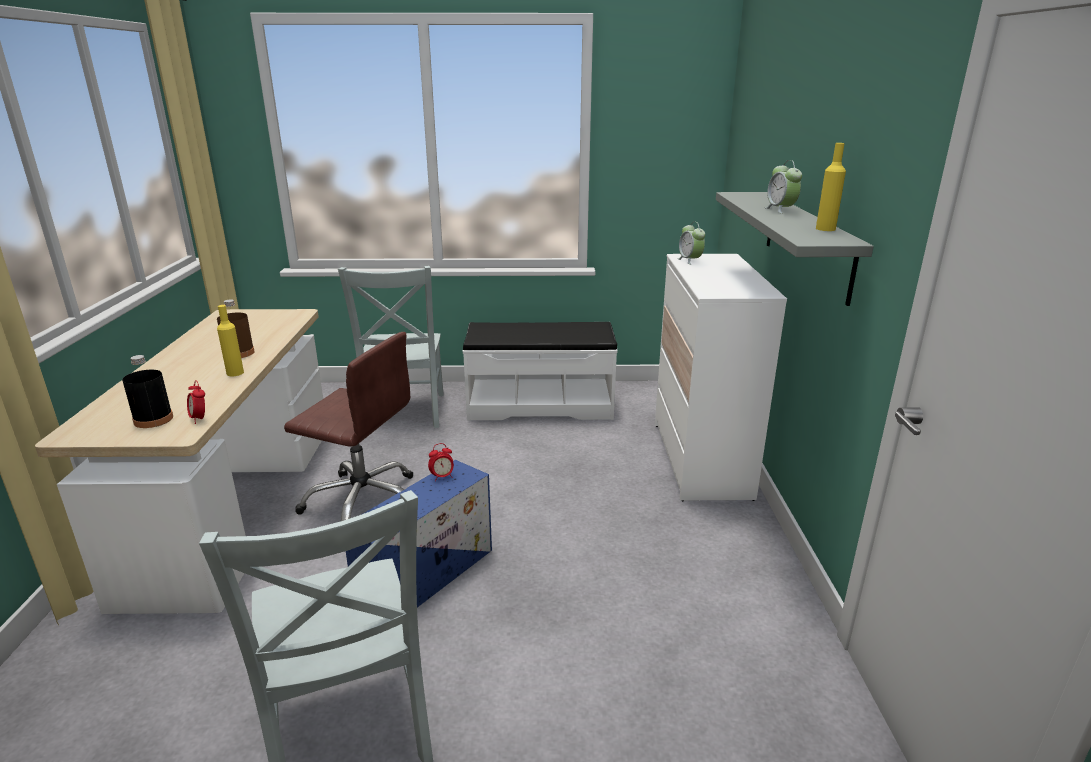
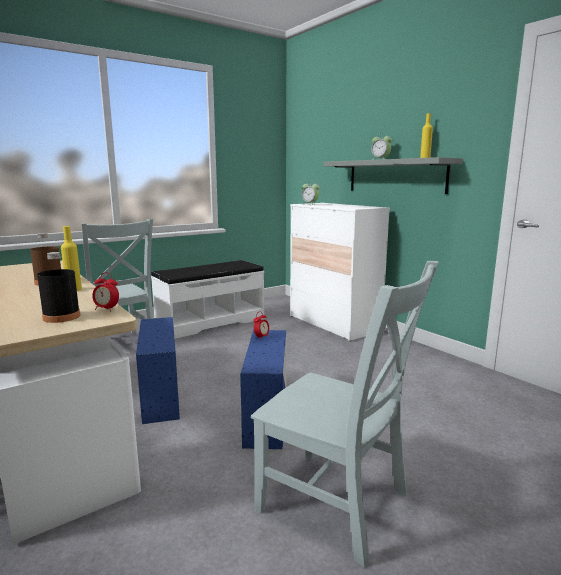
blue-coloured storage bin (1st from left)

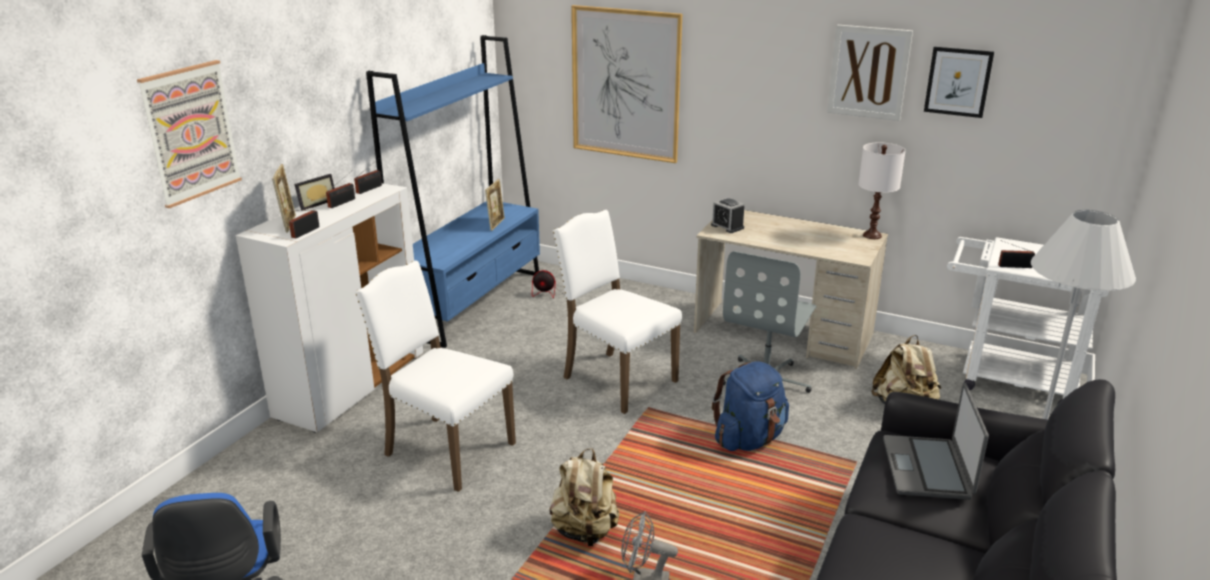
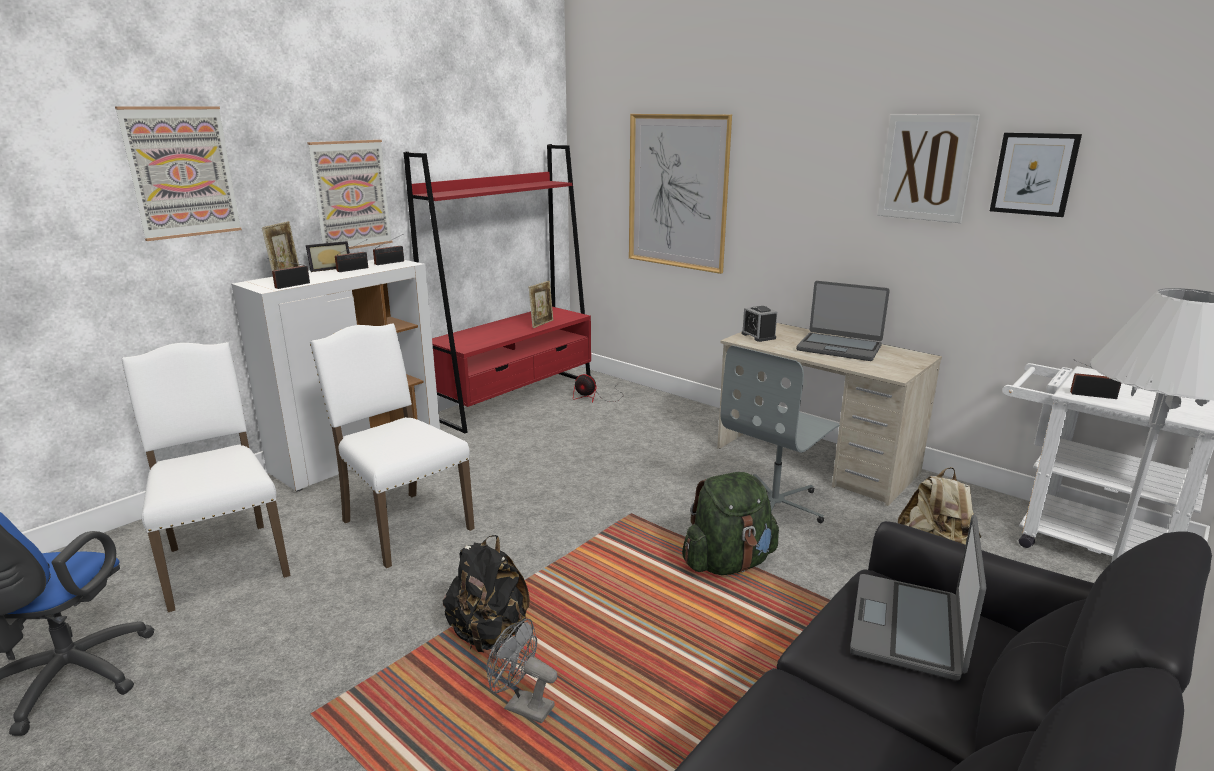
white-coloured lamp for a table
wall art (2nd from left)
laptop (1st from left)
white-coloured plain chair (1st from left)
red bookcase
black backpack
green-coloured backpack

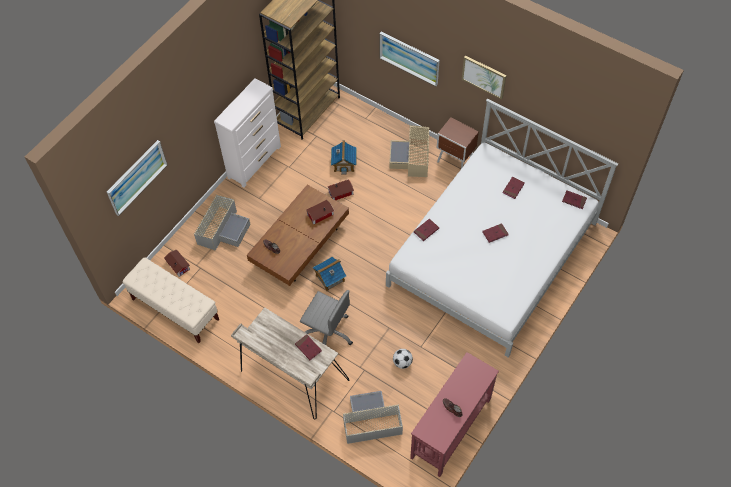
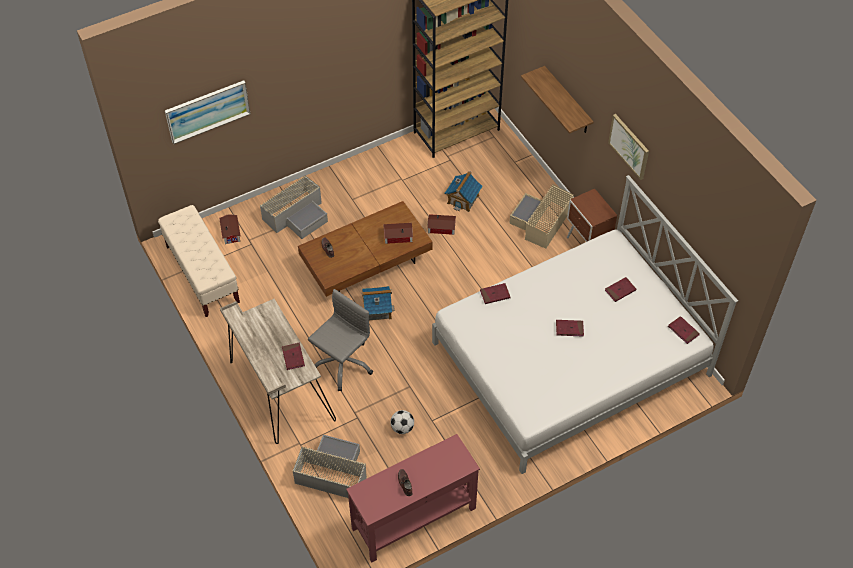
white-coloured chest of drawers
shelf
greyish computer chair

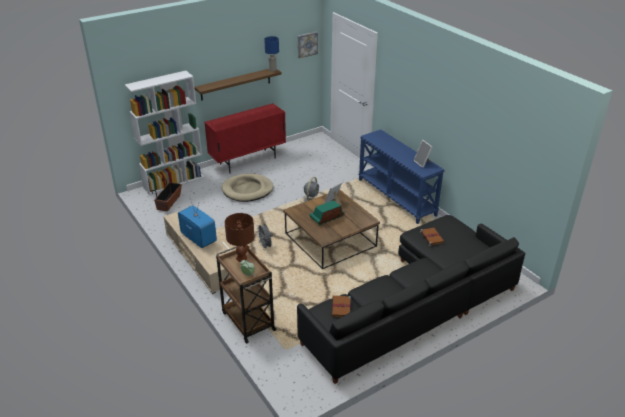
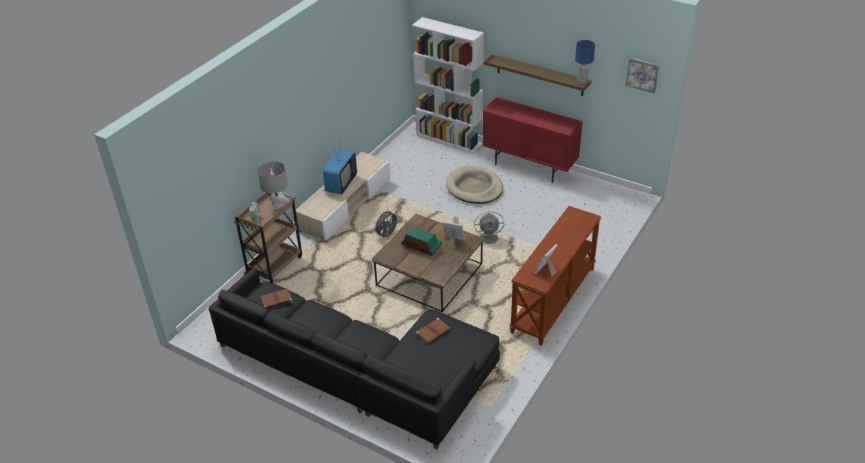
planter
greyish lamp for a table
brown console table

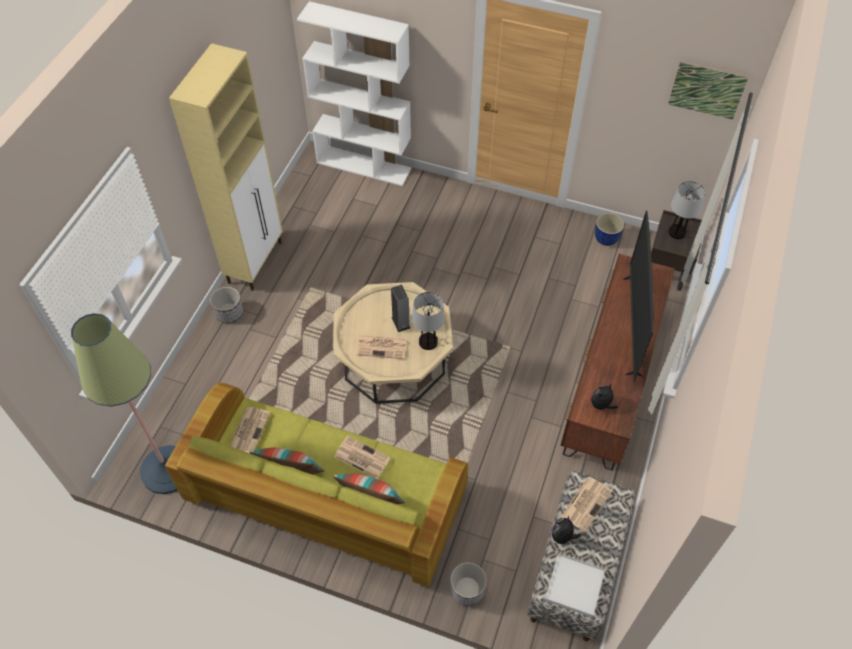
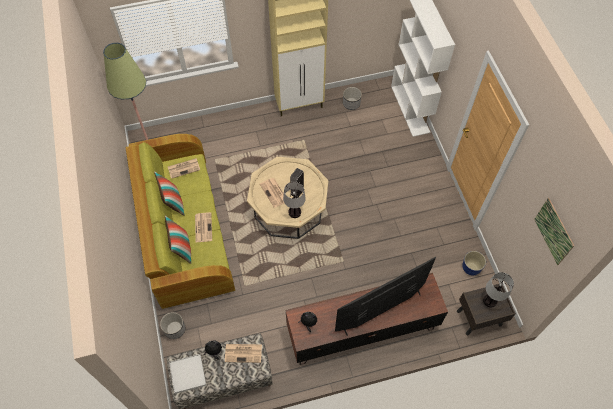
planter (2nd from left)

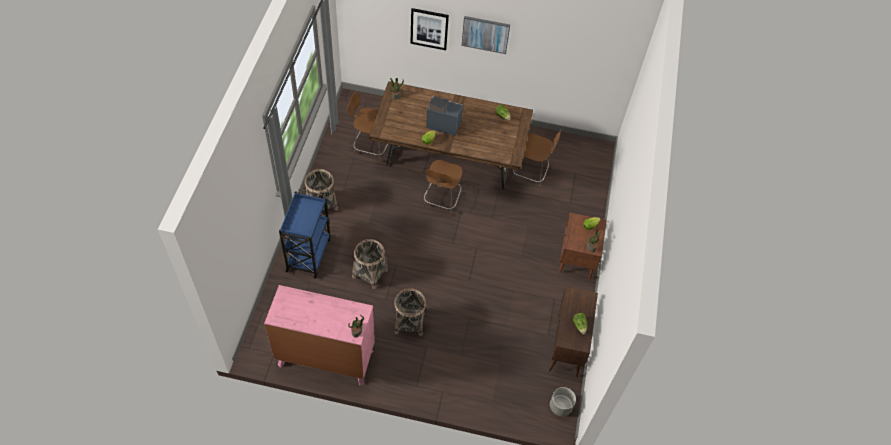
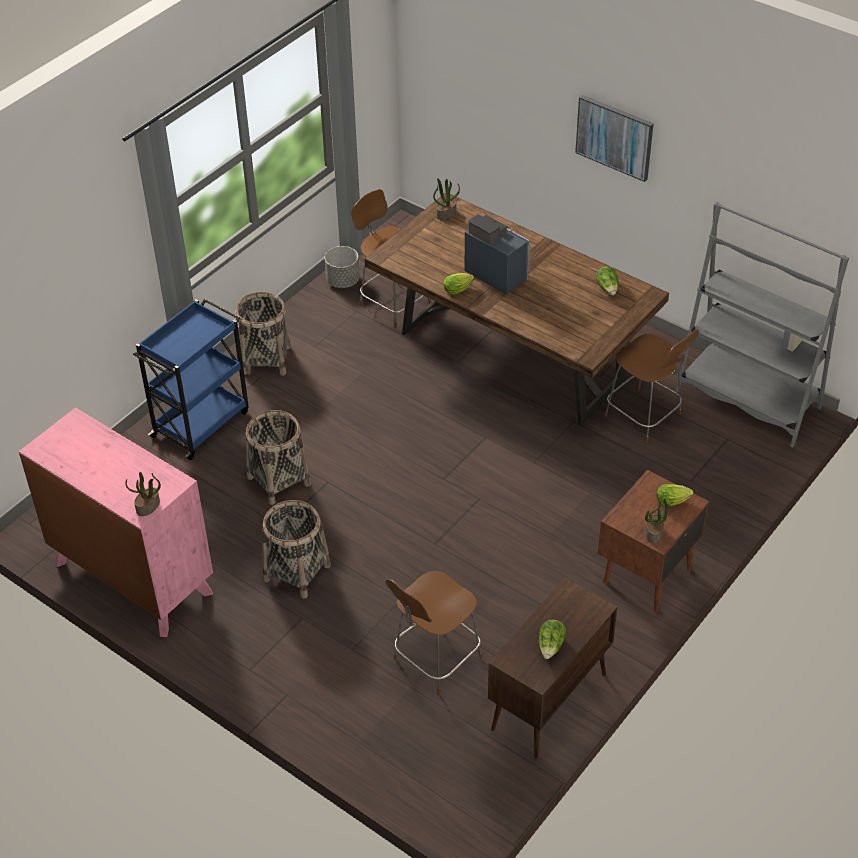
wall art (1st from left in the first image)
greyish bookcase
brown plain chair (2nd from left)
greyish planter

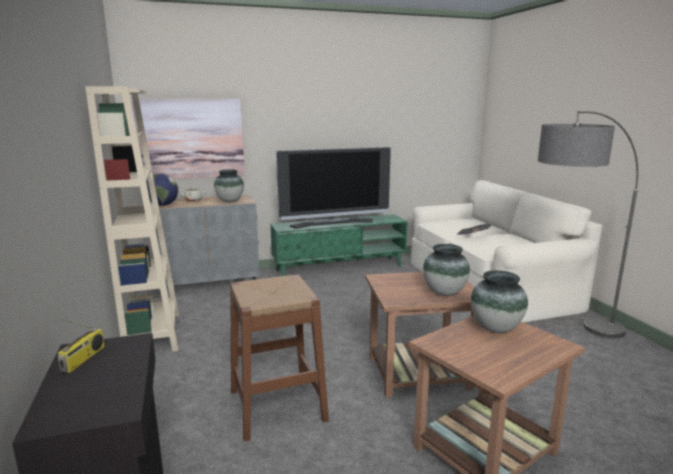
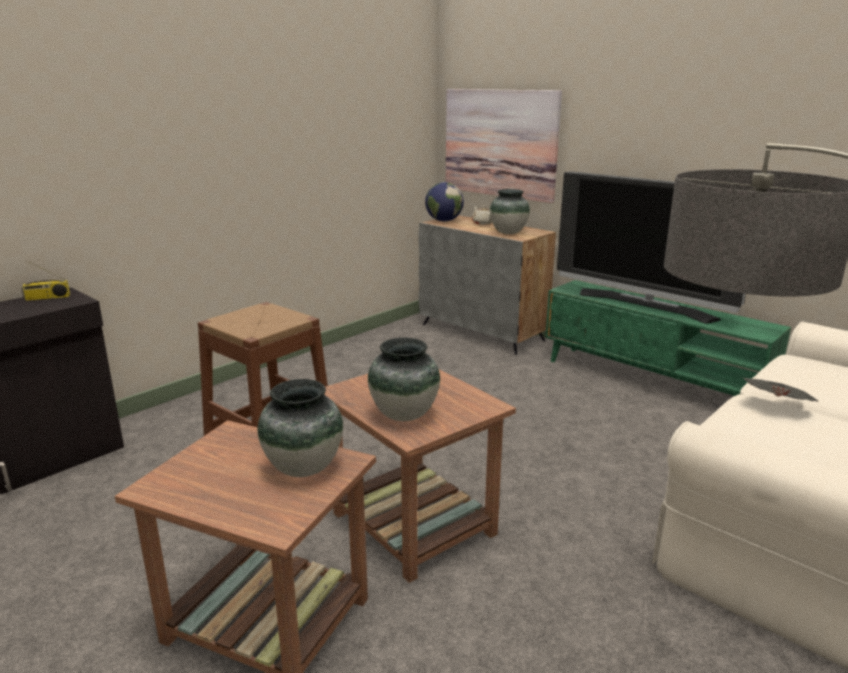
beige bookcase

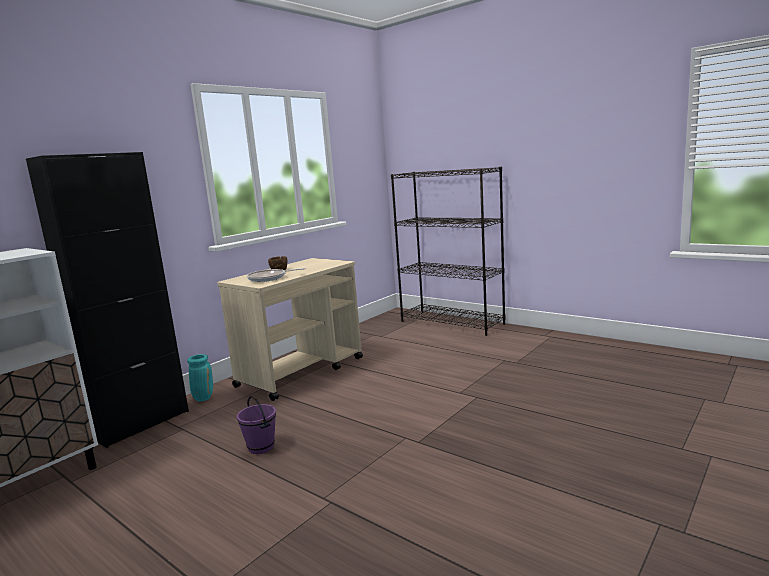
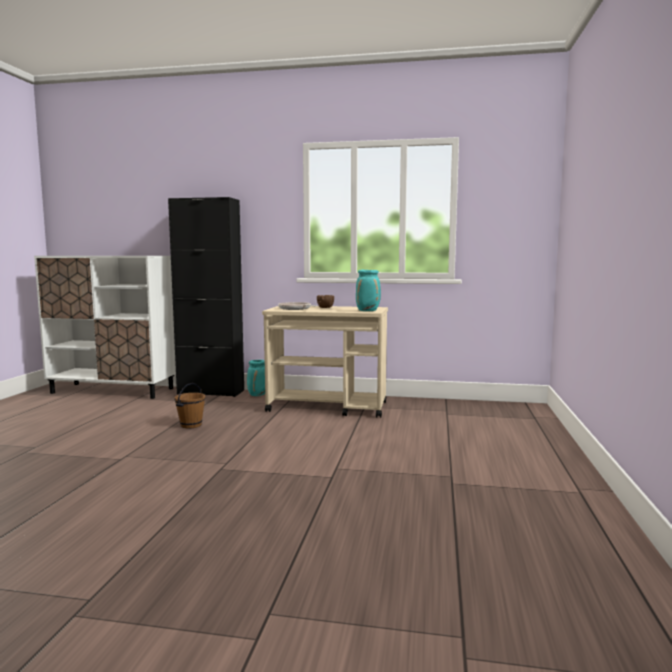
black bookcase
turquoise decorative vase (2nd from left)
brown bucket

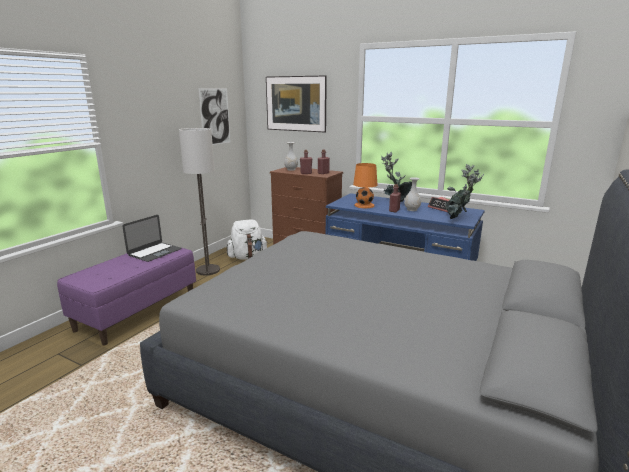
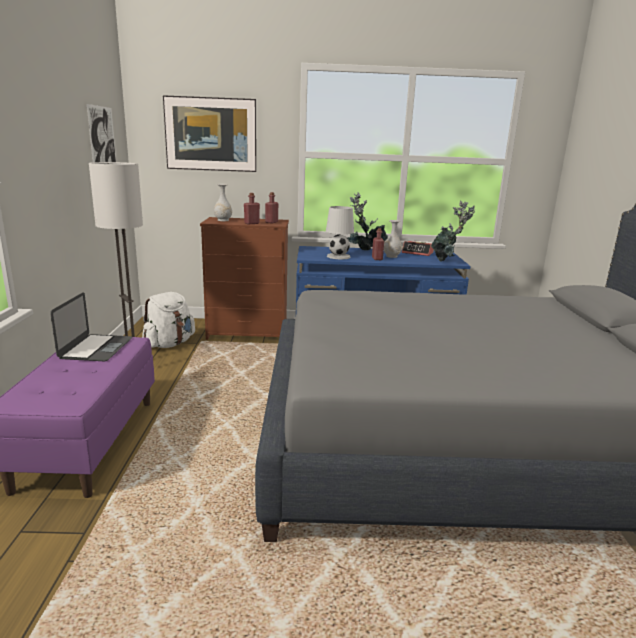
white-coloured lamp for a table

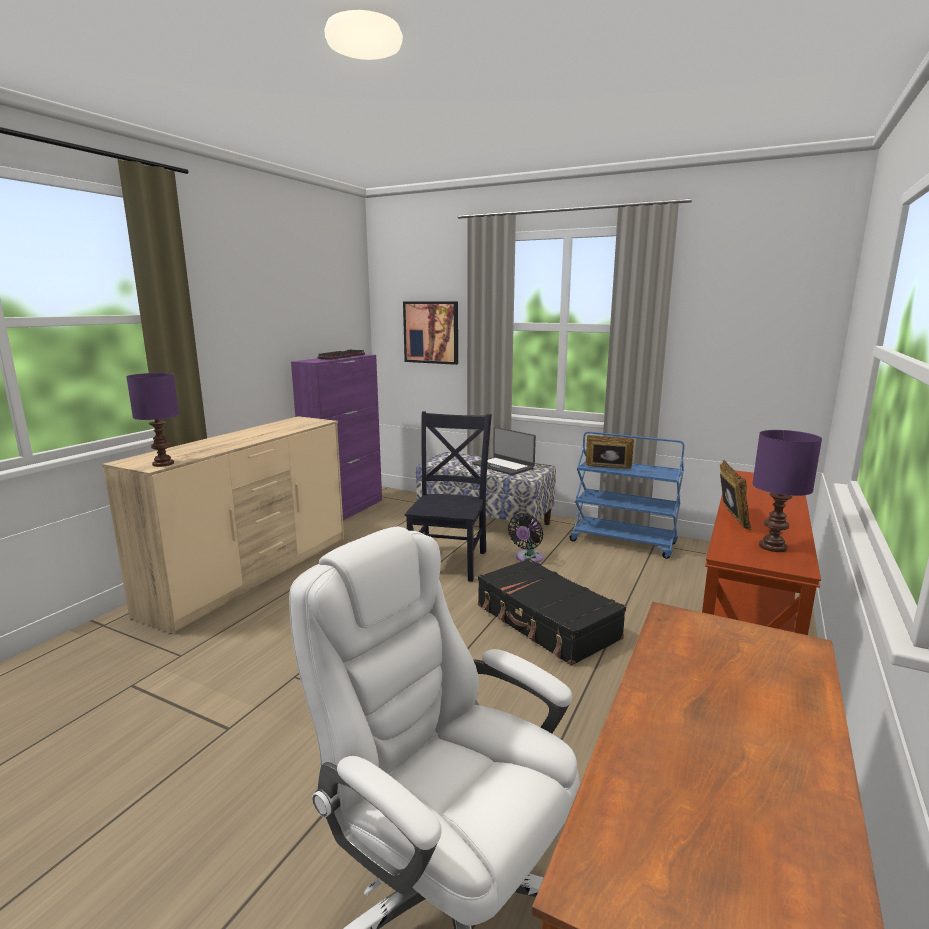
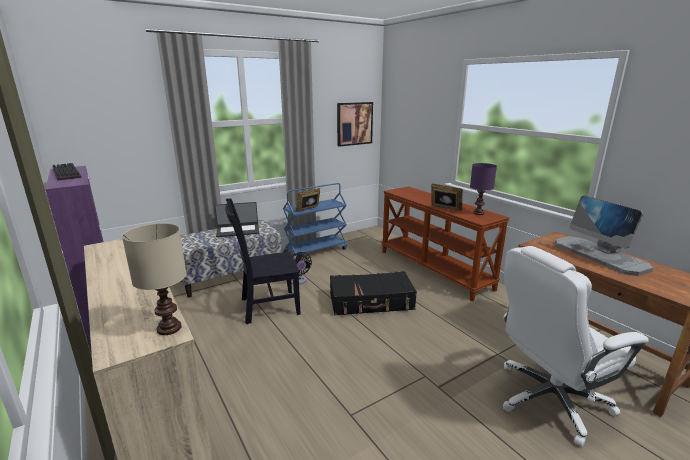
computer display
wall art
beige lamp for a table
black plain chair

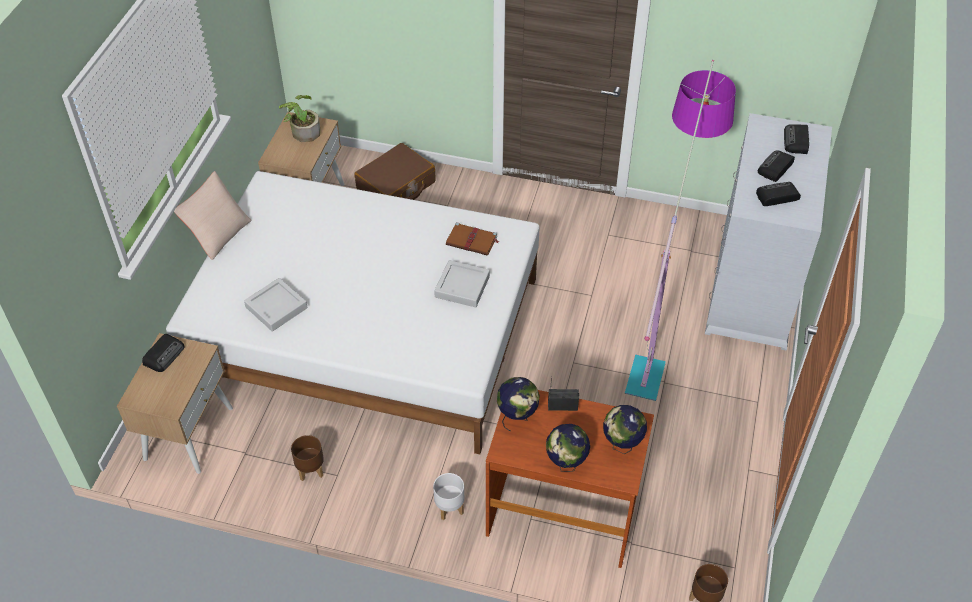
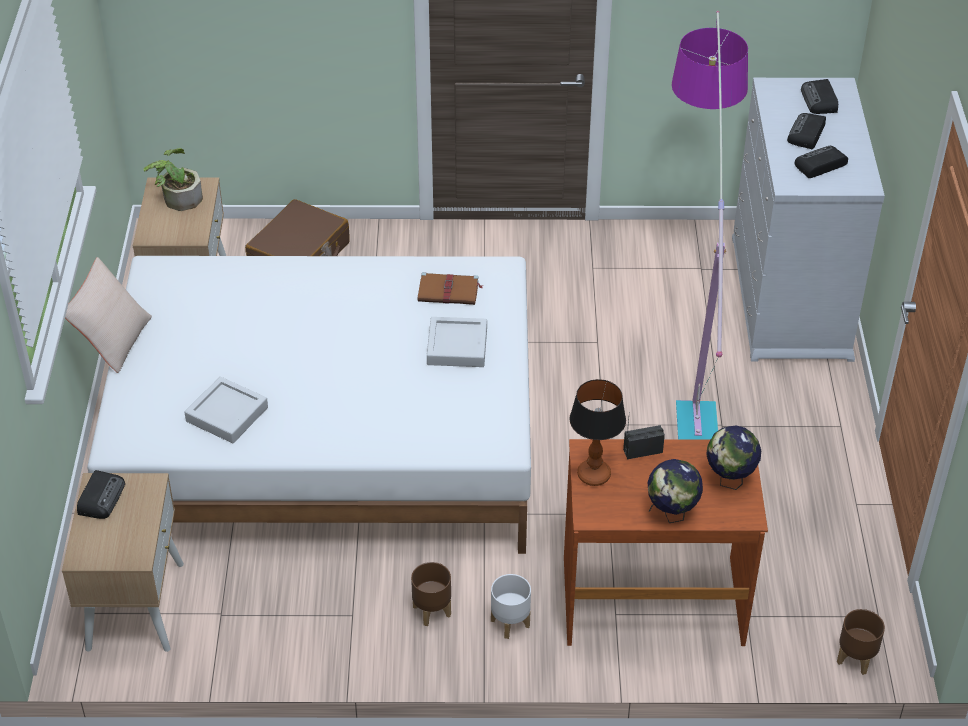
brown planter (1st from left)
lamp for a table

